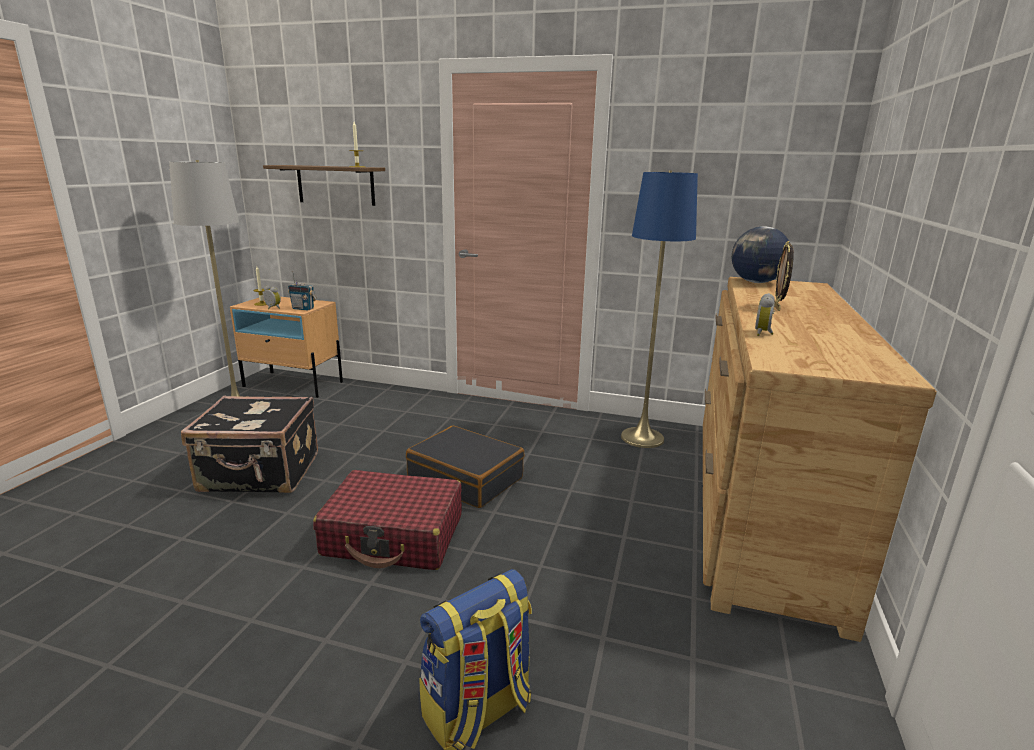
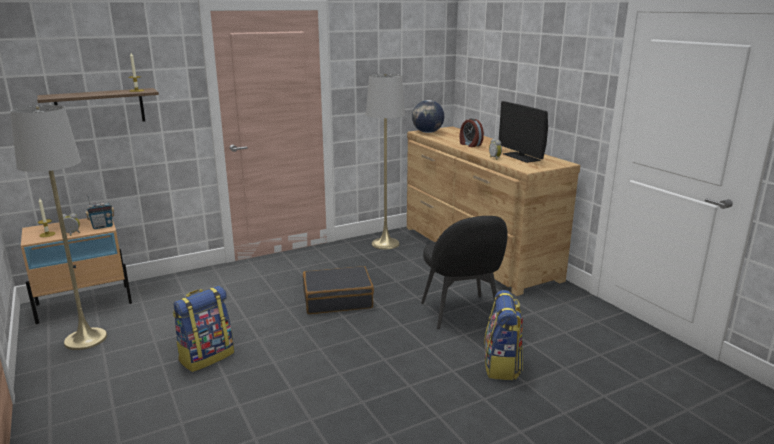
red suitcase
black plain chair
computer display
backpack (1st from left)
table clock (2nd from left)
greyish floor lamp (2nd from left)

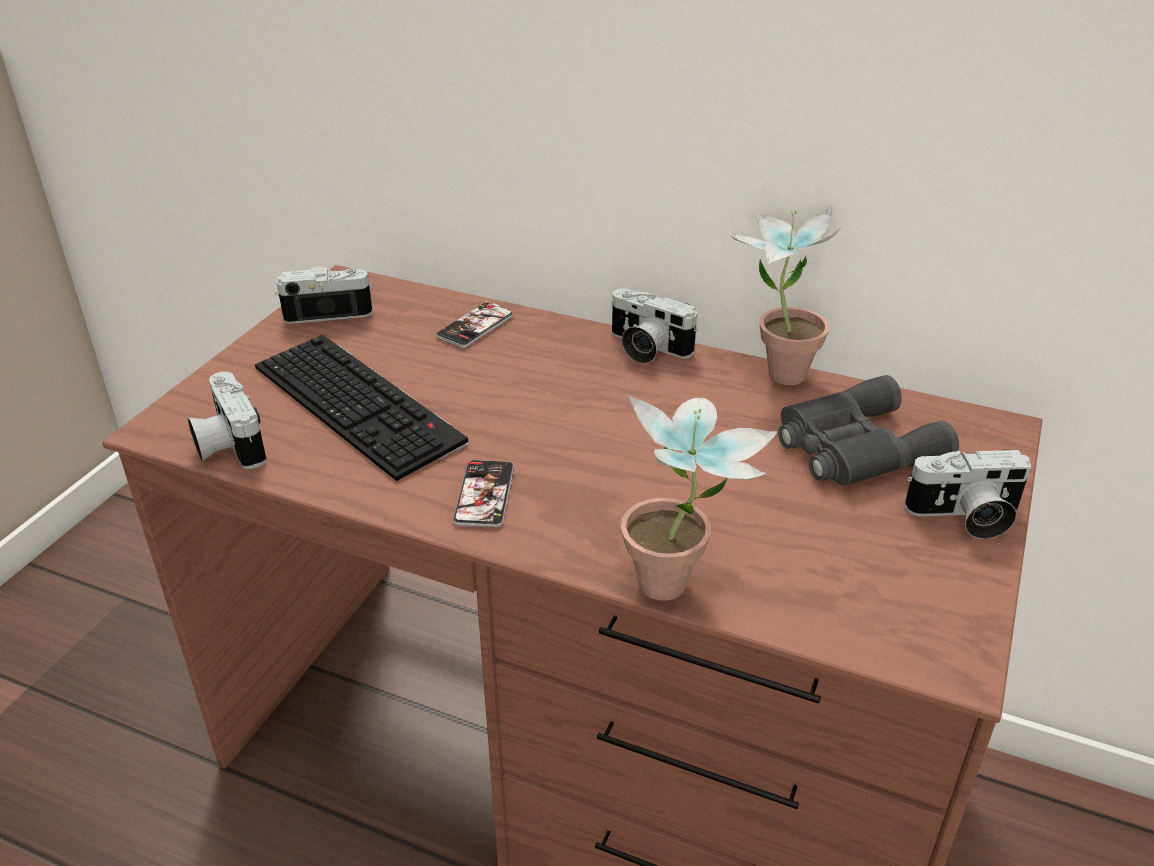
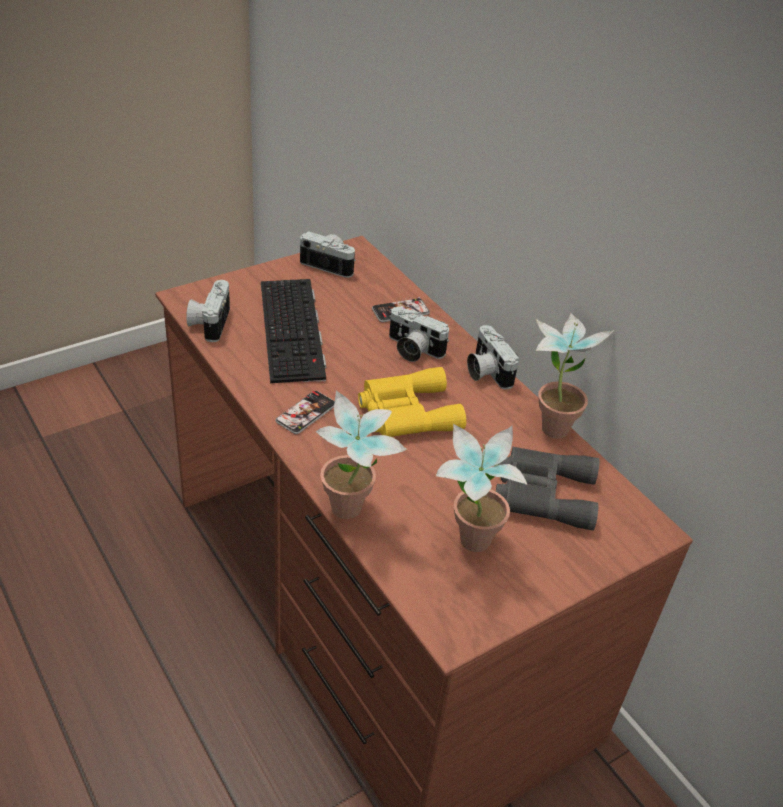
yellow field glasses
plant in a pot (2nd from left)
still camera (3rd from left)

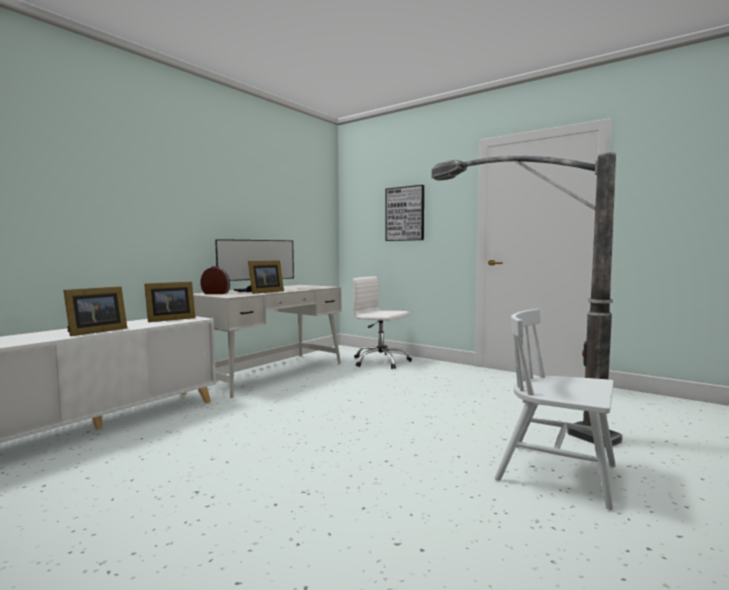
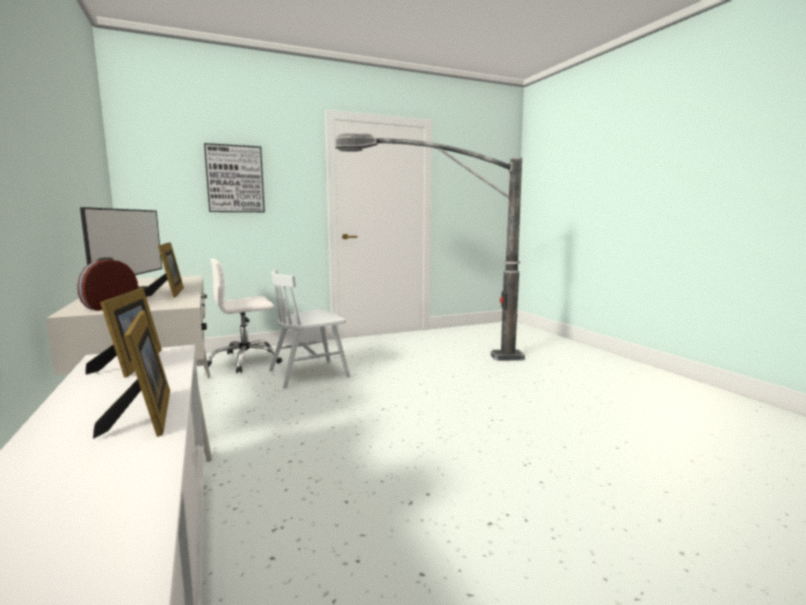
white-coloured plain chair

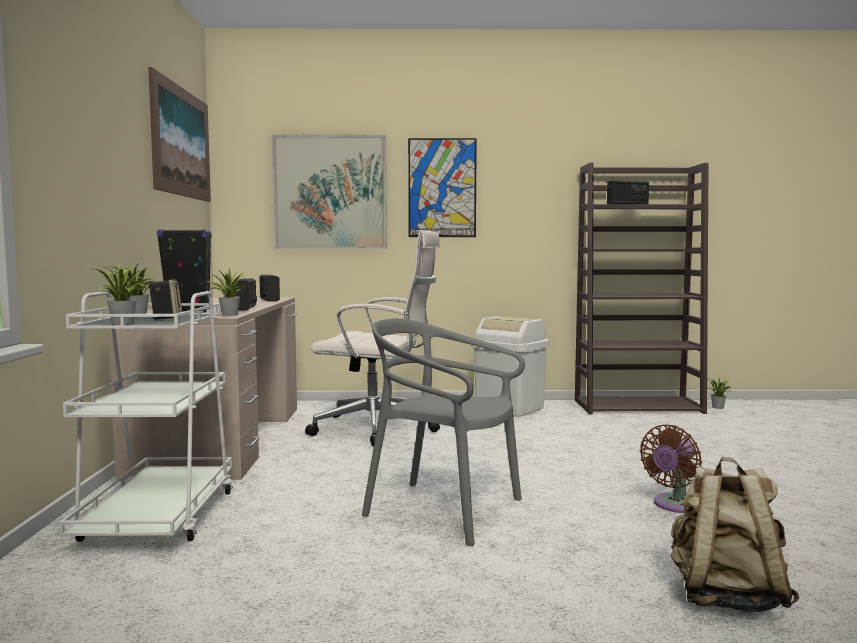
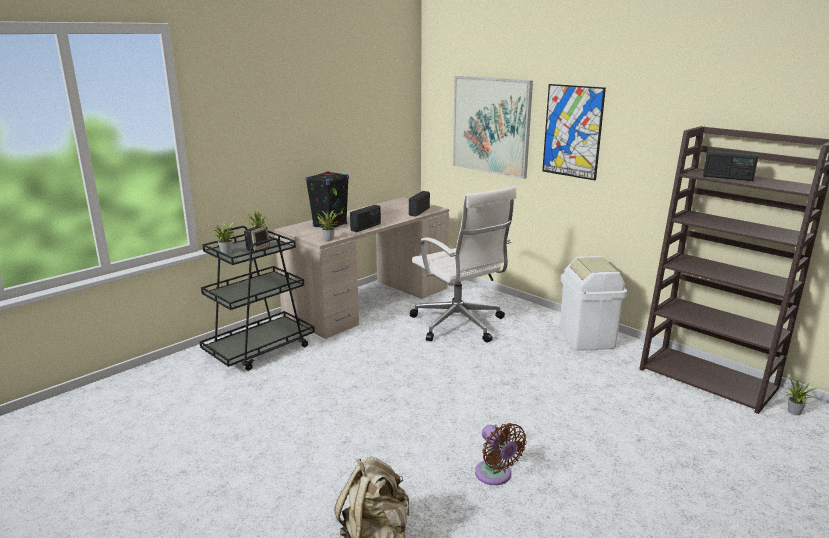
wall art (1st from left in the first image)
greyish plain chair
black cart
brown fan

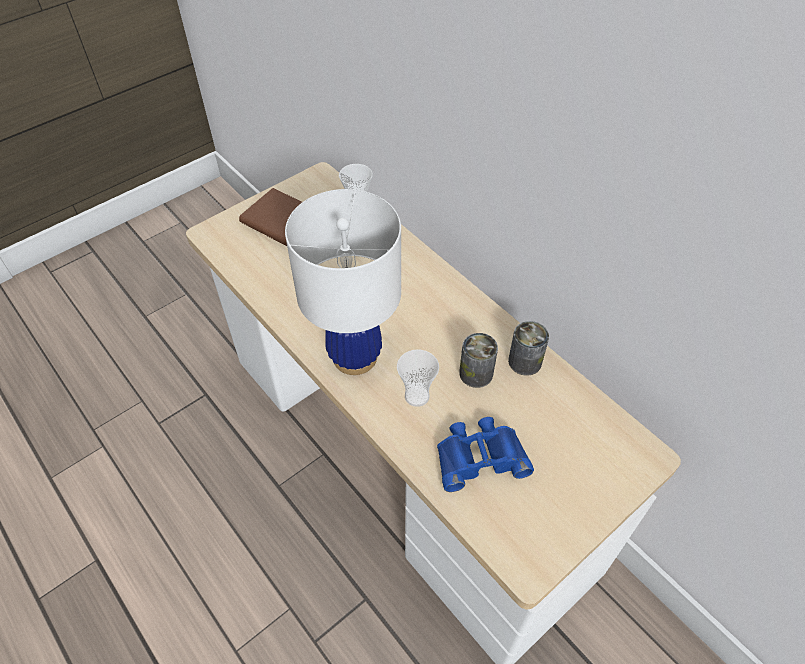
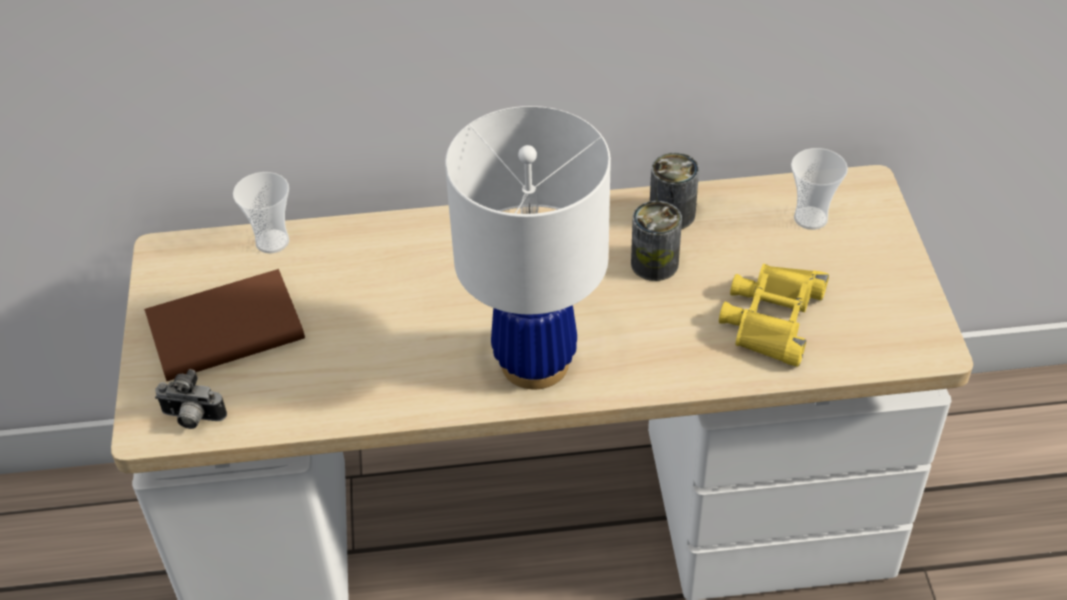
still camera
cup (2nd from left)
yellow field glasses

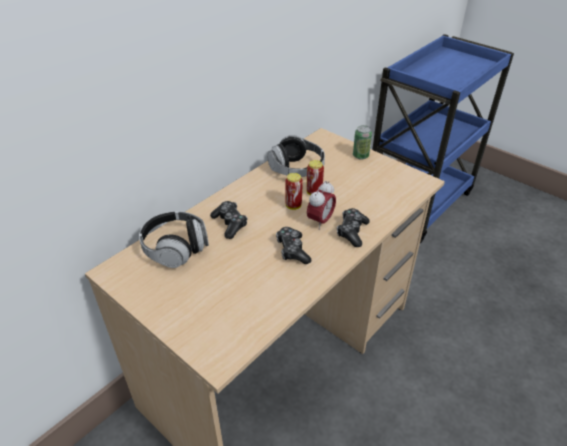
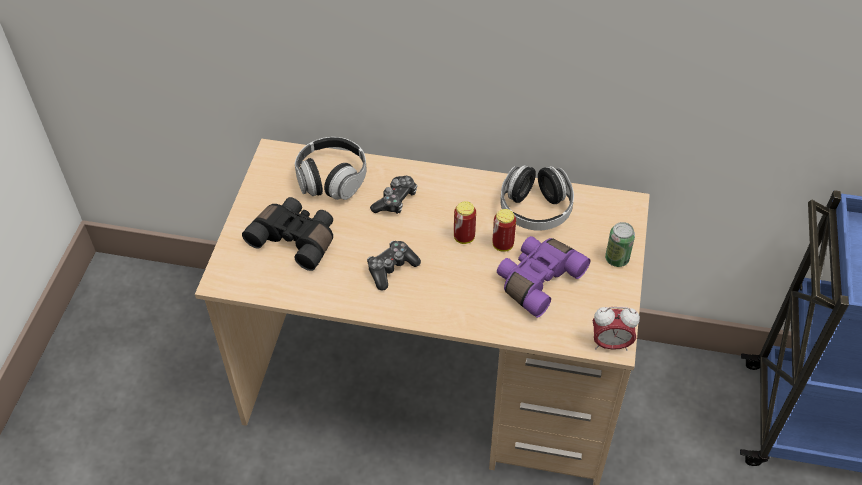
joypad (3rd from left in the first image)
black field glasses
purple field glasses
table clock

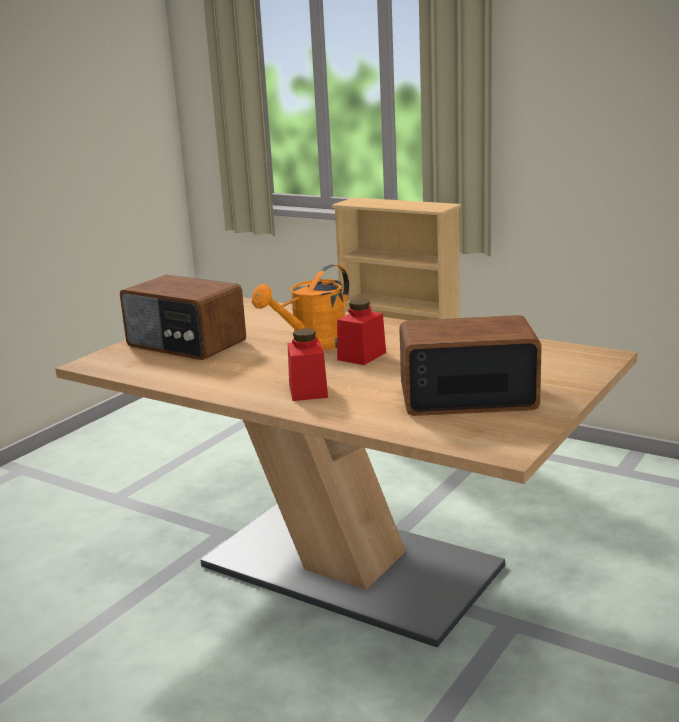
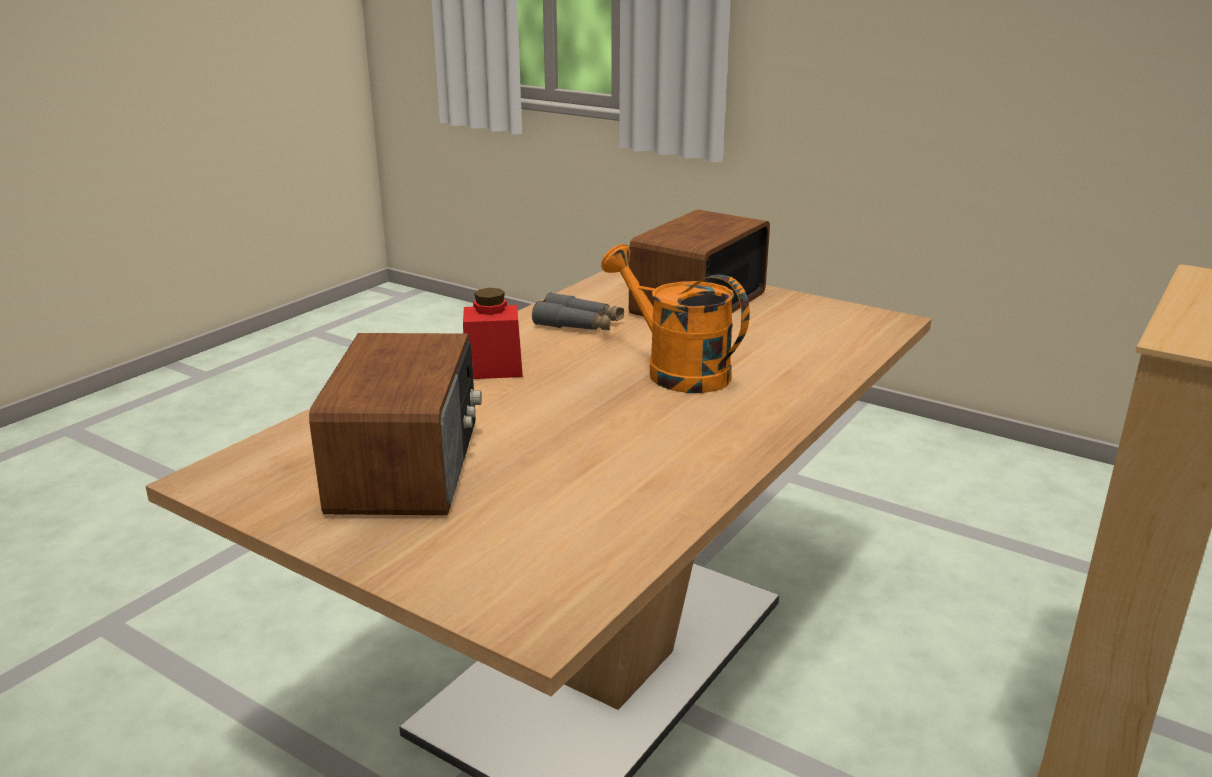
red preserve jar (2nd from left in the first image)
greyish field glasses

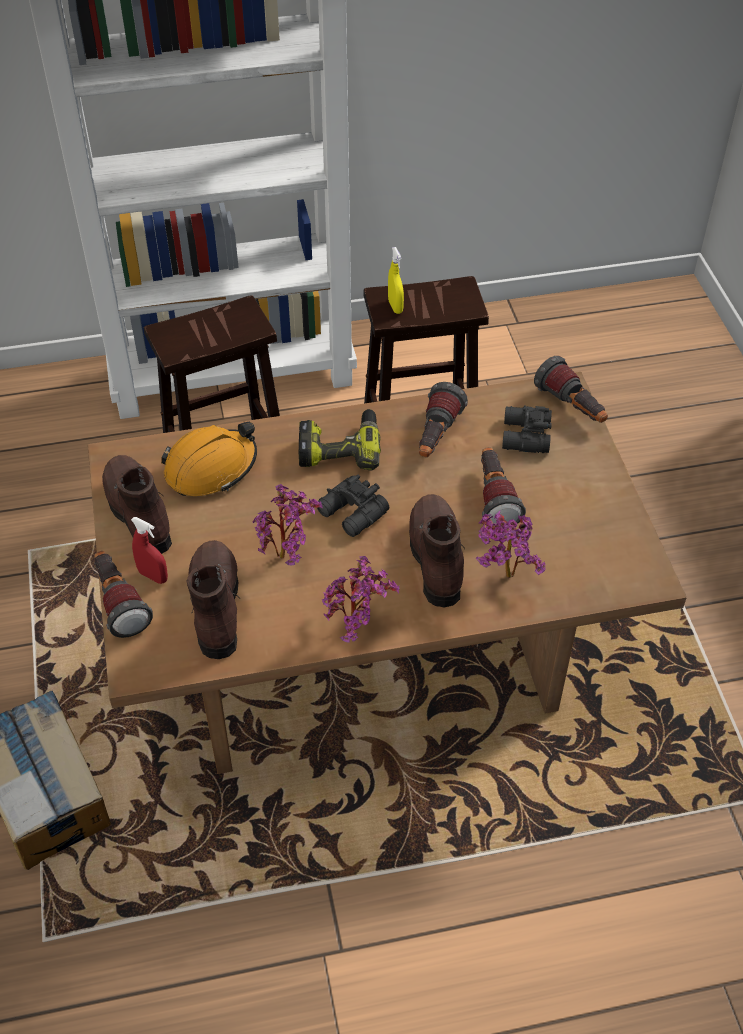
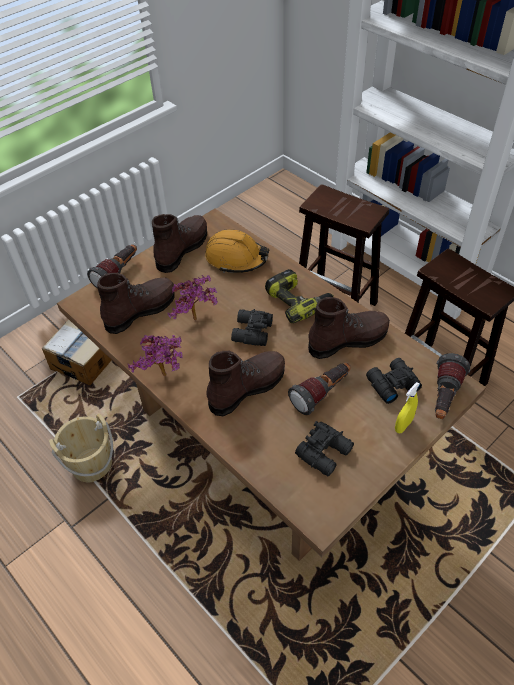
red sprayer
plant in a pot (3rd from left in the first image)
beige bucket
black field glasses (2nd from left)
yellow sprayer
brown tall boot (4th from left)

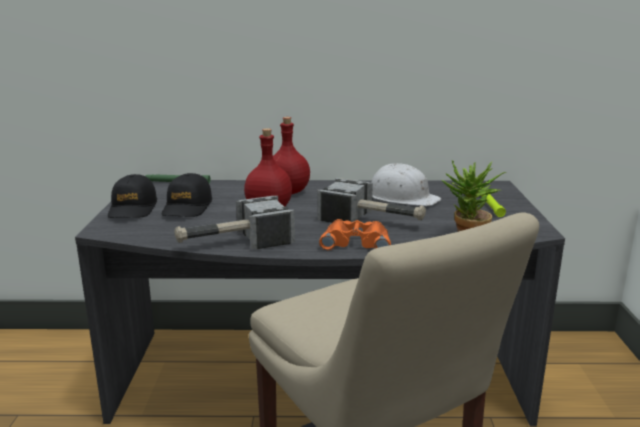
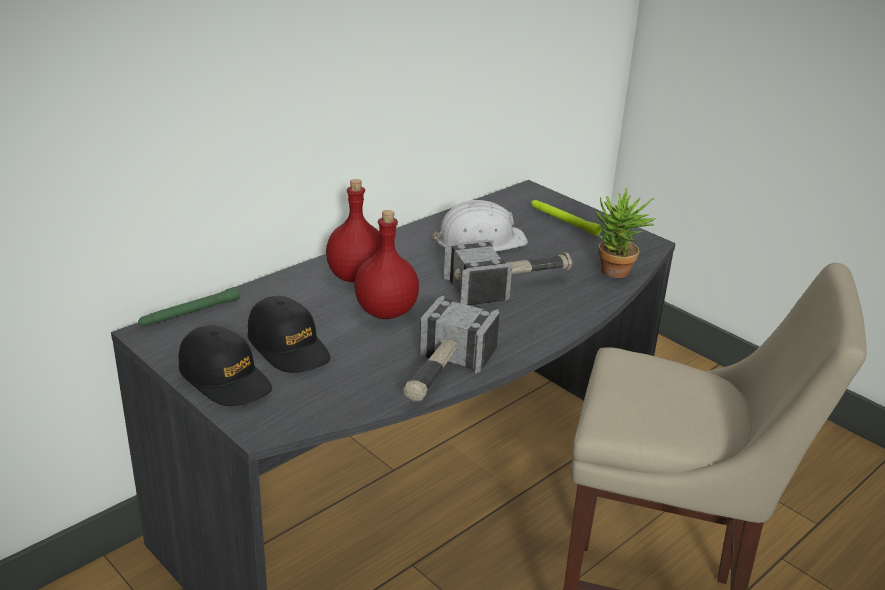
orange-coloured field glasses

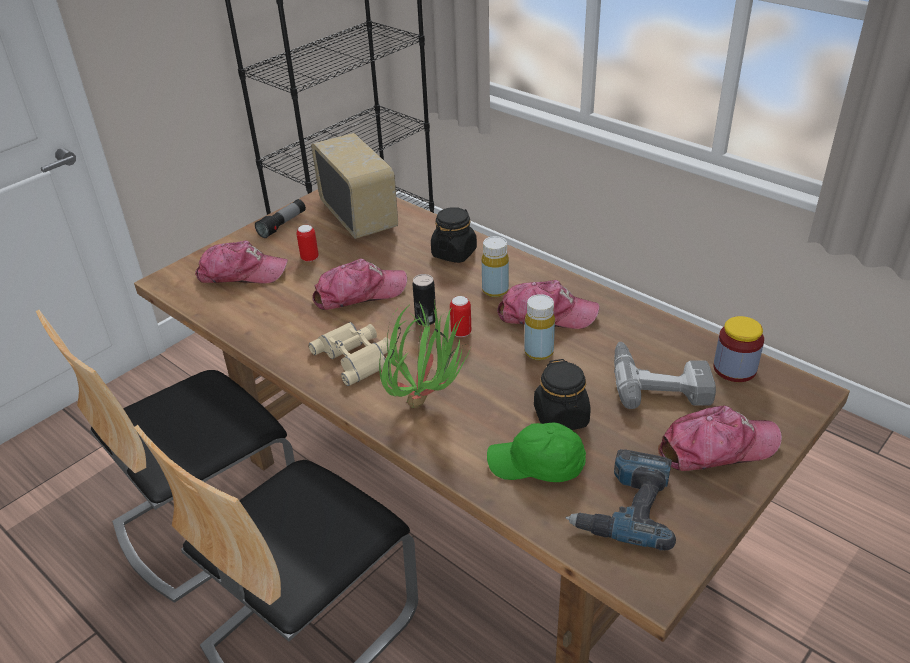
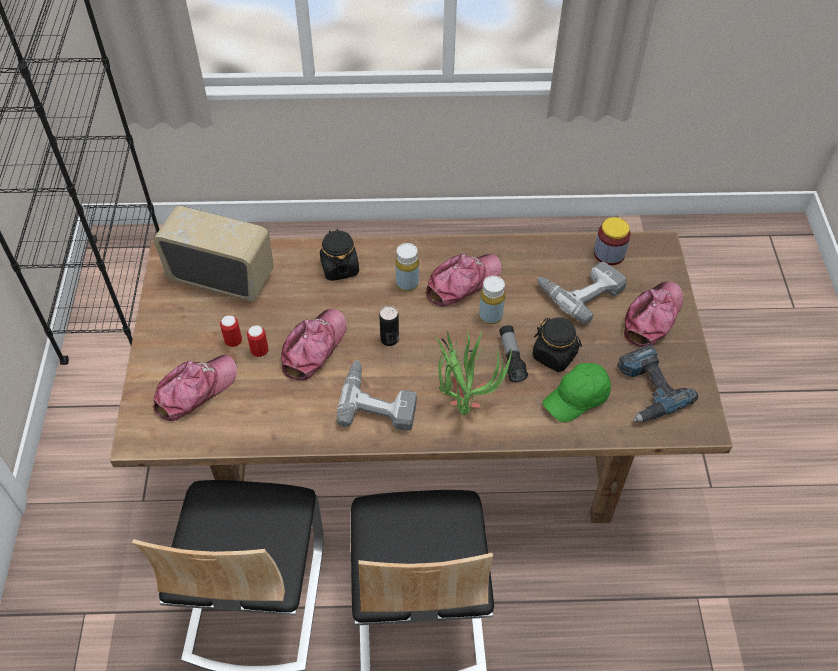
flashlight
can (2nd from left)
power drill (1st from left)

